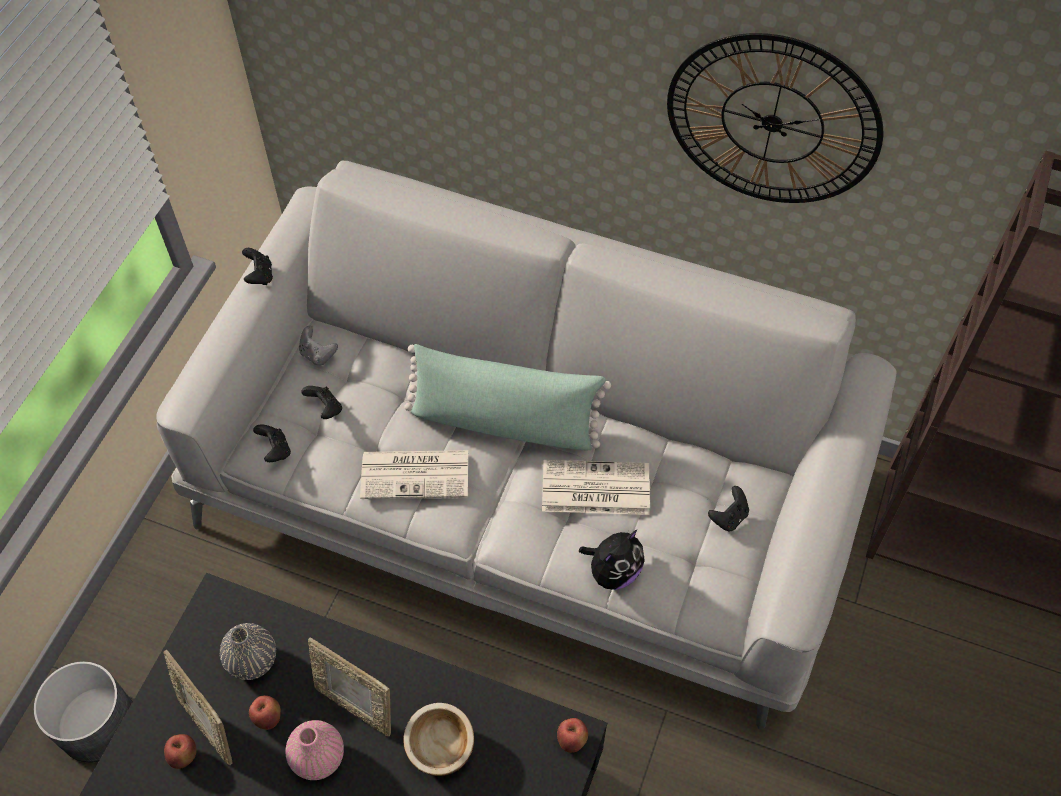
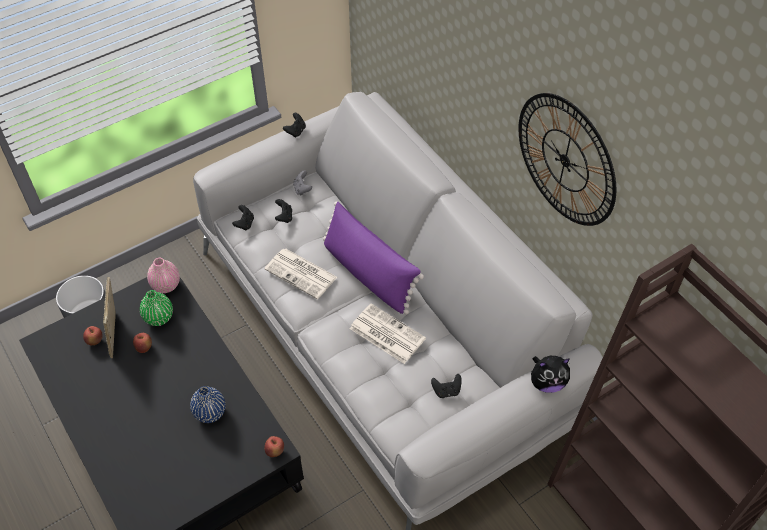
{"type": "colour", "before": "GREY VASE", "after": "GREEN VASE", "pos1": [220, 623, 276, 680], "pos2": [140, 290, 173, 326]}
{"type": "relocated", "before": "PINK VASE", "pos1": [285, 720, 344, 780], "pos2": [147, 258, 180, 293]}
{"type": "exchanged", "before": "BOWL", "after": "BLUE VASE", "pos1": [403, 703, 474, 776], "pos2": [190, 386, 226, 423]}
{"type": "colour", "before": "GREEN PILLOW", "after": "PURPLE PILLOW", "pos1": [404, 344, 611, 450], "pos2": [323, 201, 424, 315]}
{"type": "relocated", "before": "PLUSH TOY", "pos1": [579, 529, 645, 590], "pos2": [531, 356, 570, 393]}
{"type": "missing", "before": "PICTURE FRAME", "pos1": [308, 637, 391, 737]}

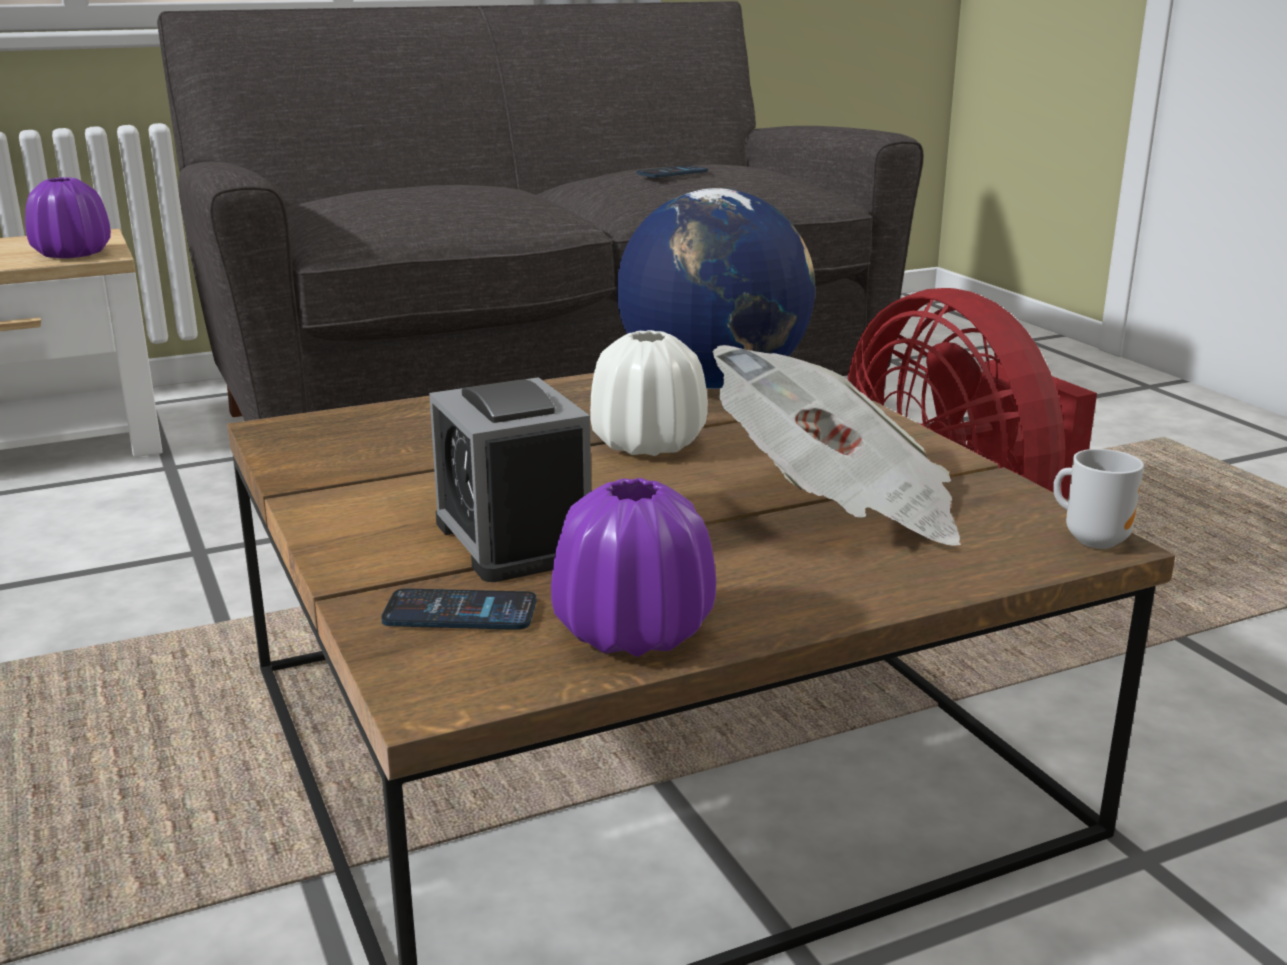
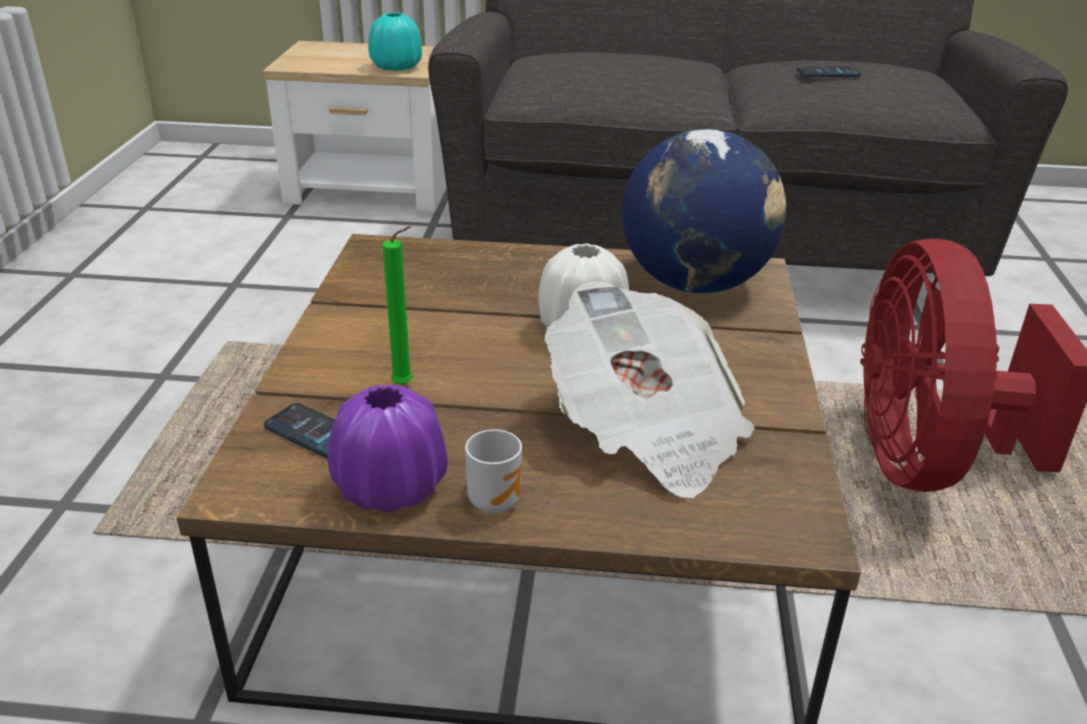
{"type": "colour", "before": "PURPLE VASE", "after": "TURQUOISE VASE", "pos1": [25, 177, 111, 258], "pos2": [368, 12, 422, 71]}
{"type": "exchanged", "before": "ALARM CLOCK", "after": "GREEN CANDLE", "pos1": [429, 377, 591, 582], "pos2": [383, 226, 413, 385]}
{"type": "relocated", "before": "MUG", "pos1": [1053, 449, 1144, 549], "pos2": [465, 429, 522, 514]}

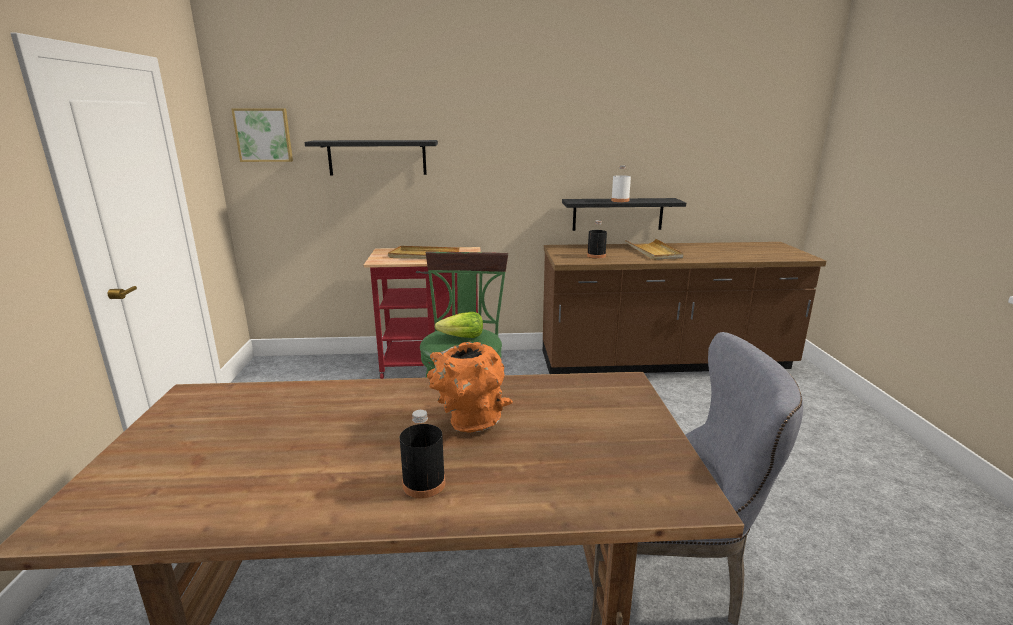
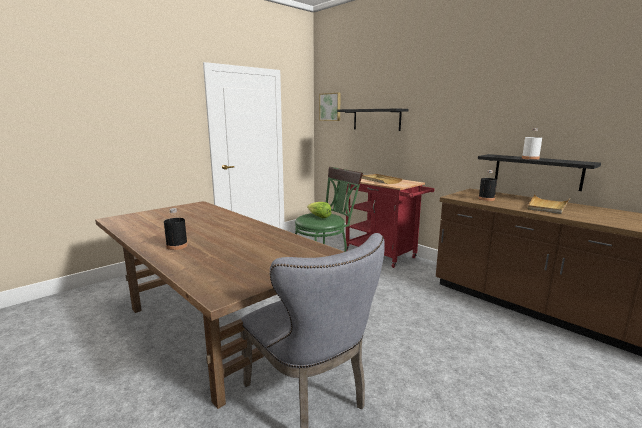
{"type": "missing", "before": "ORANGE VASE", "pos1": [427, 342, 513, 433]}

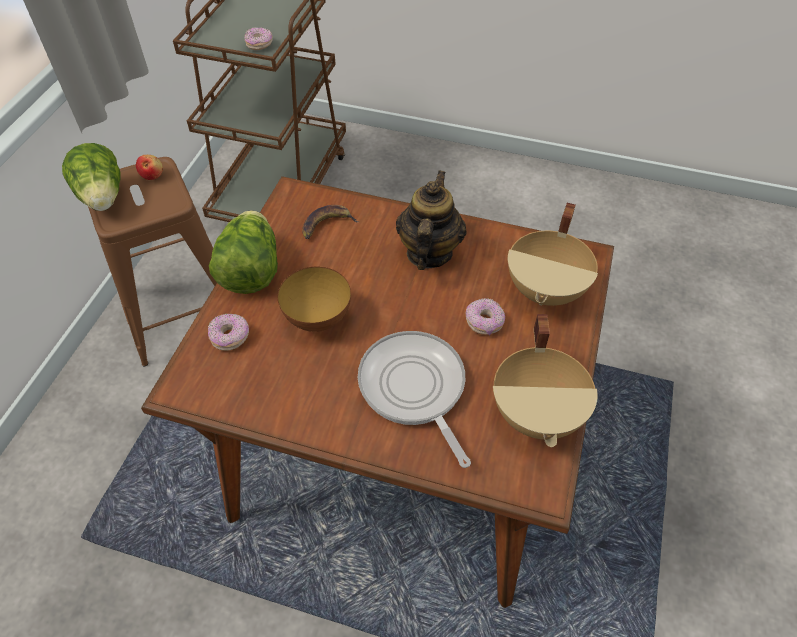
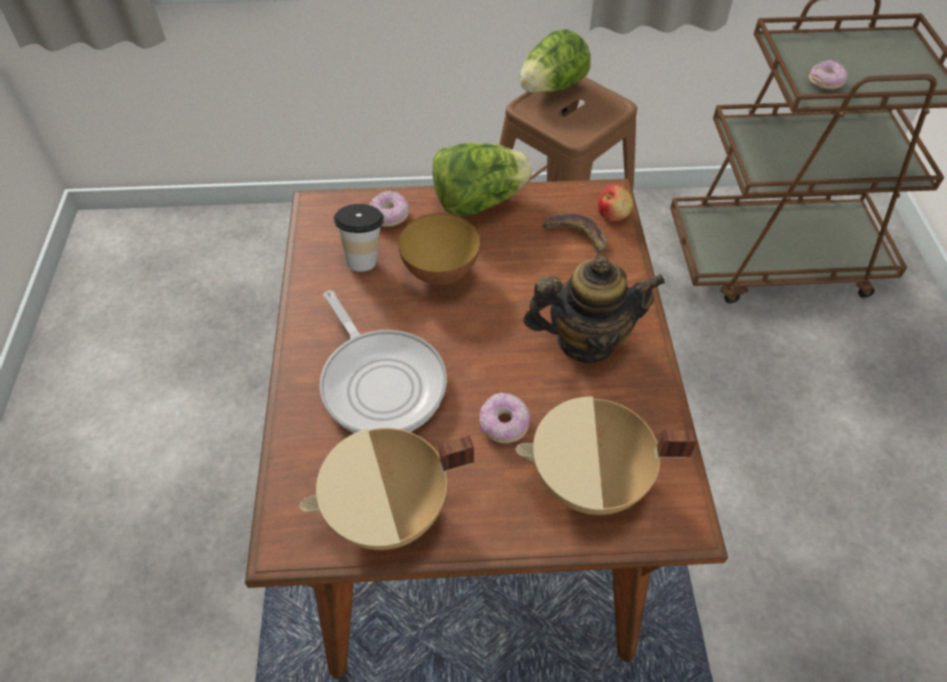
{"type": "spun", "before": "FRYING PAN", "pos1": [358, 331, 471, 468], "pos2": [319, 290, 447, 433], "turn": 105}
{"type": "appeared", "after": "CUP", "pos2": [334, 204, 384, 272]}
{"type": "relocated", "before": "APPLE", "pos1": [136, 155, 163, 180], "pos2": [598, 184, 633, 221]}

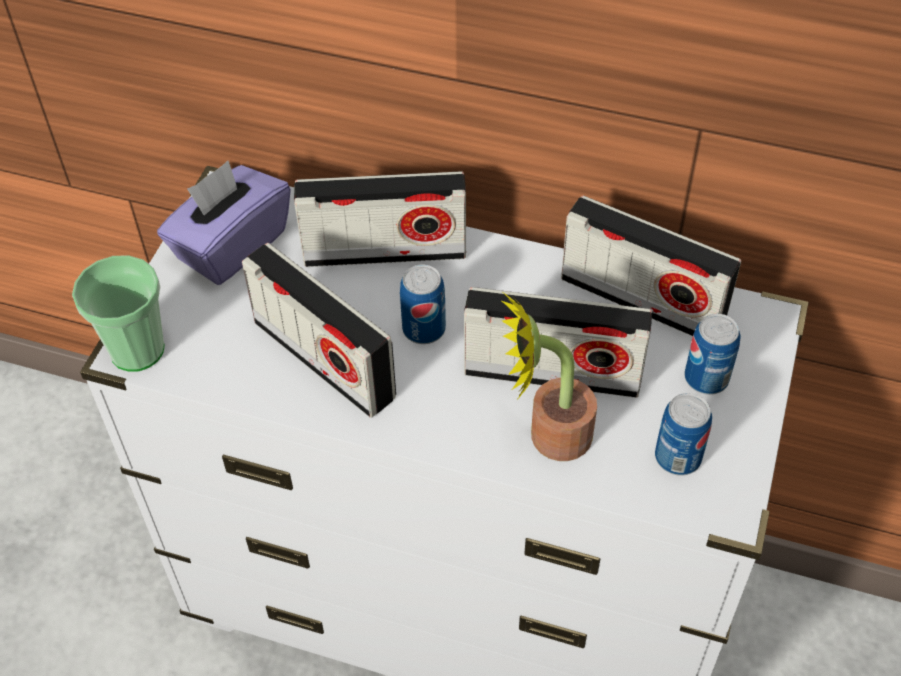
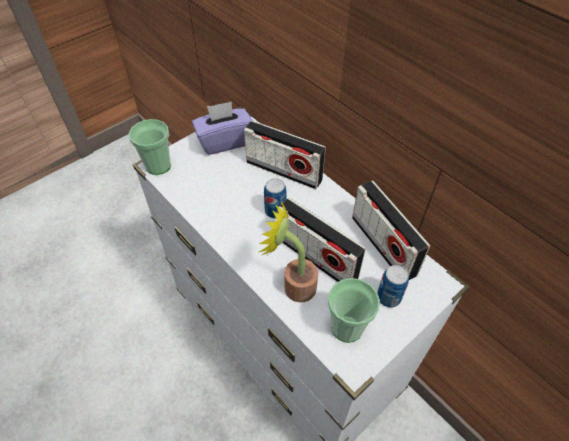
{"type": "exchanged", "before": "CAN", "after": "CUP", "pos1": [655, 393, 712, 476], "pos2": [328, 278, 380, 343]}
{"type": "missing", "before": "RADIO", "pos1": [242, 243, 396, 418]}

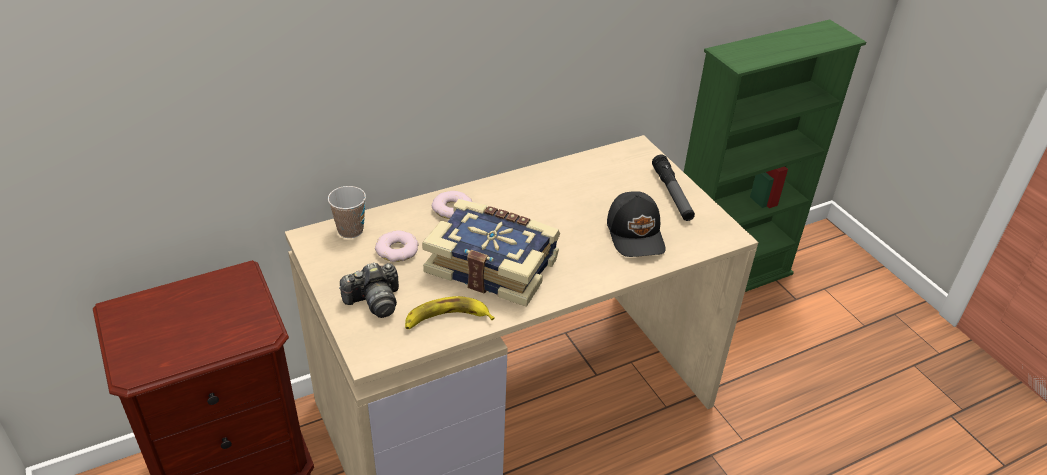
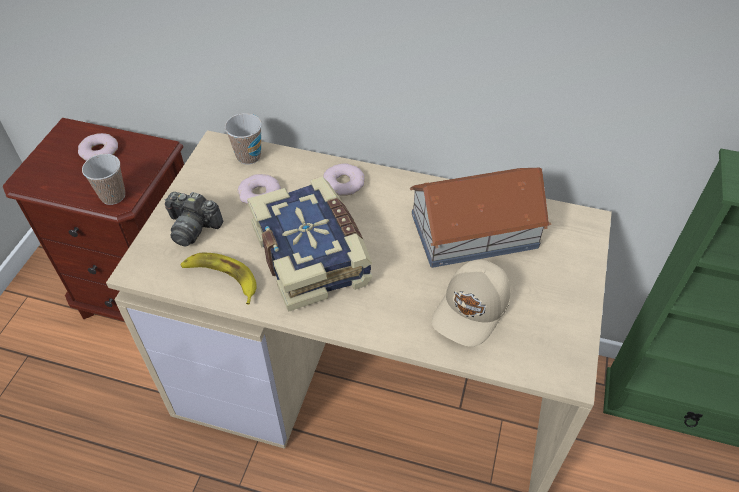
{"type": "appeared", "after": "DONUT", "pos2": [78, 133, 118, 161]}
{"type": "appeared", "after": "CUP", "pos2": [82, 154, 125, 205]}
{"type": "appeared", "after": "TOY HOUSE", "pos2": [410, 168, 551, 268]}
{"type": "colour", "before": "BLACK CAP", "after": "BEIGE CAP", "pos1": [607, 191, 666, 257], "pos2": [432, 259, 510, 347]}
{"type": "missing", "before": "FLASHLIGHT", "pos1": [652, 154, 695, 221]}

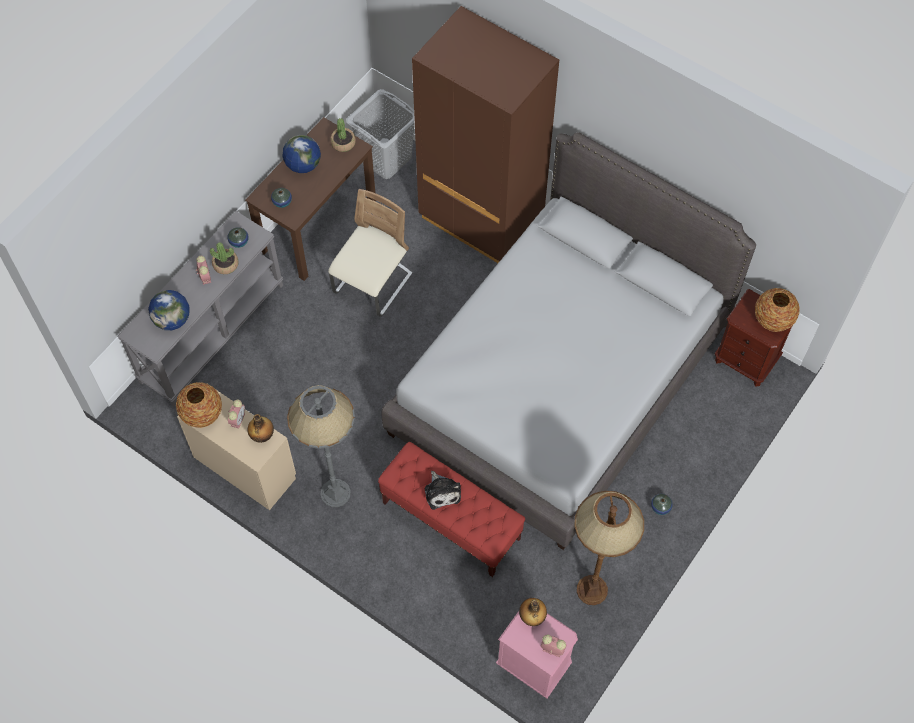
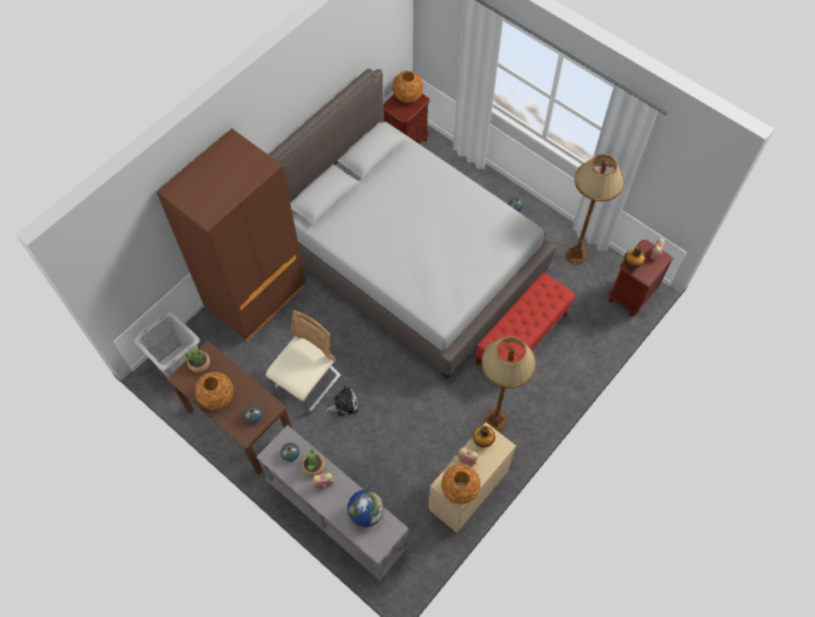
{"type": "exchanged", "before": "GLOBE", "after": "VASE", "pos1": [283, 135, 321, 173], "pos2": [195, 372, 233, 409]}
{"type": "spun", "before": "BEIGE CHAIR", "pos1": [328, 189, 413, 317], "pos2": [266, 310, 341, 413], "turn": 90}
{"type": "relocated", "before": "PLUSH TOY", "pos1": [424, 471, 461, 510], "pos2": [326, 386, 358, 416]}
{"type": "colour", "before": "GREY FLOOR LAMP", "after": "BROWN FLOOR LAMP", "pos1": [287, 385, 355, 507], "pos2": [481, 337, 536, 432]}
{"type": "colour", "before": "PINK NIGHTSTAND", "after": "BROWN NIGHTSTAND", "pos1": [496, 611, 578, 699], "pos2": [609, 240, 673, 316]}

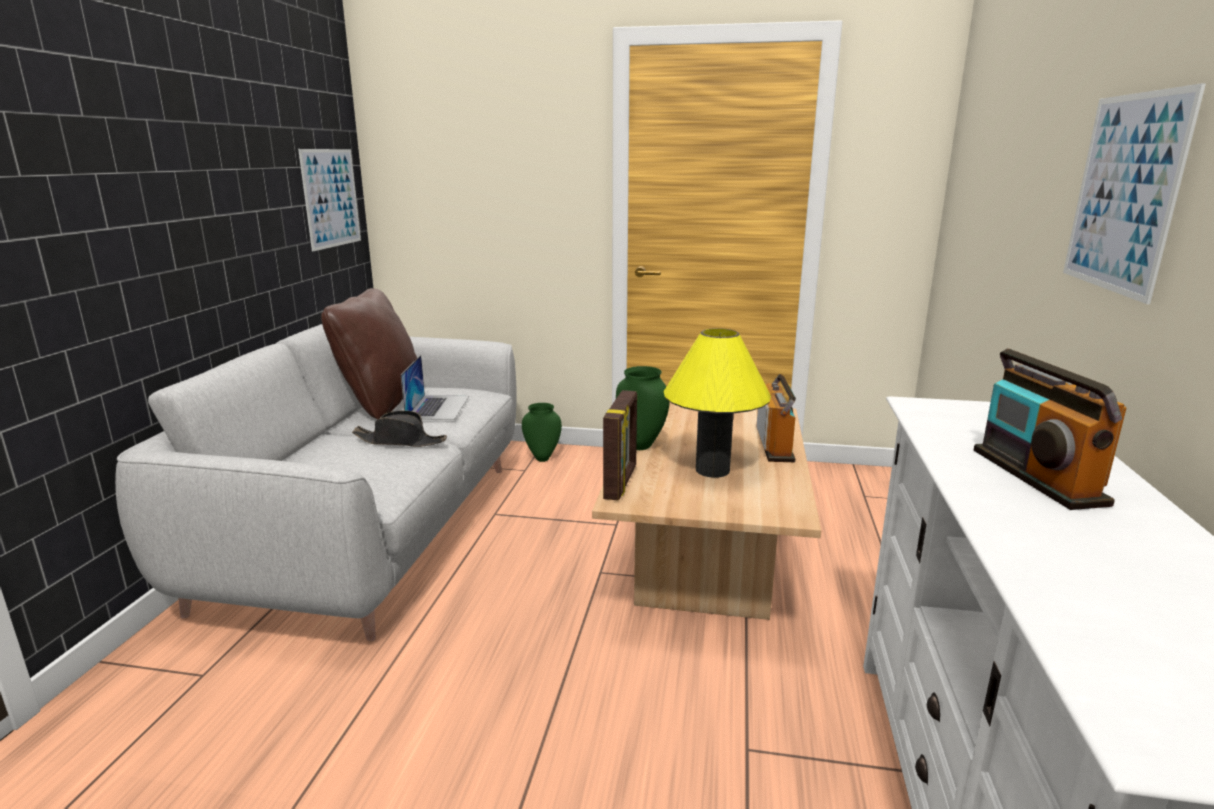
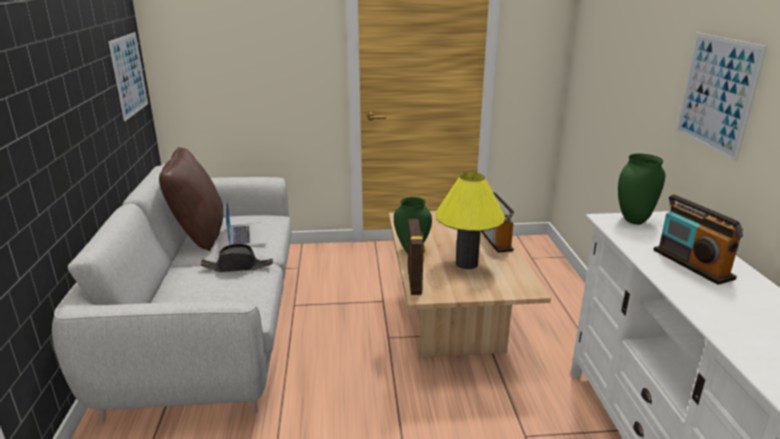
{"type": "relocated", "before": "GREEN VASE", "pos1": [522, 403, 562, 462], "pos2": [618, 154, 665, 225]}

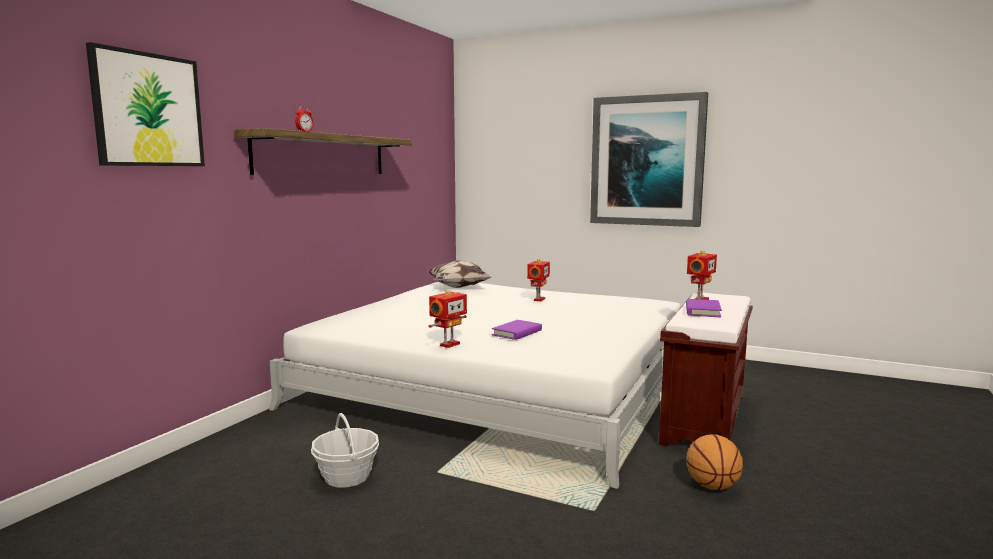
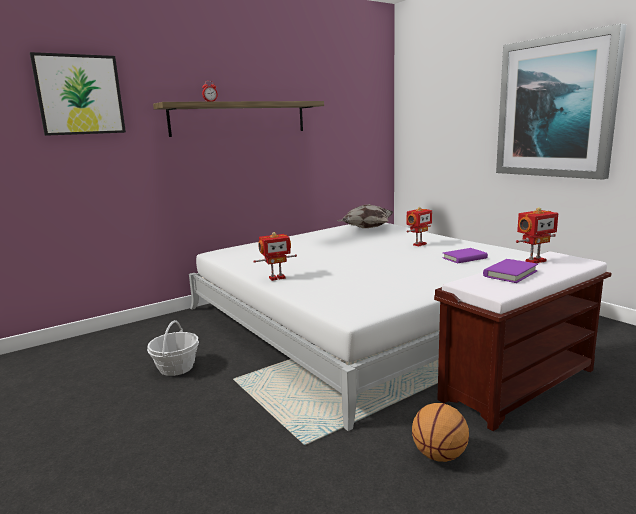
{"type": "relocated", "before": "PURPLE BOOK", "pos1": [492, 320, 542, 340], "pos2": [442, 248, 488, 263]}

